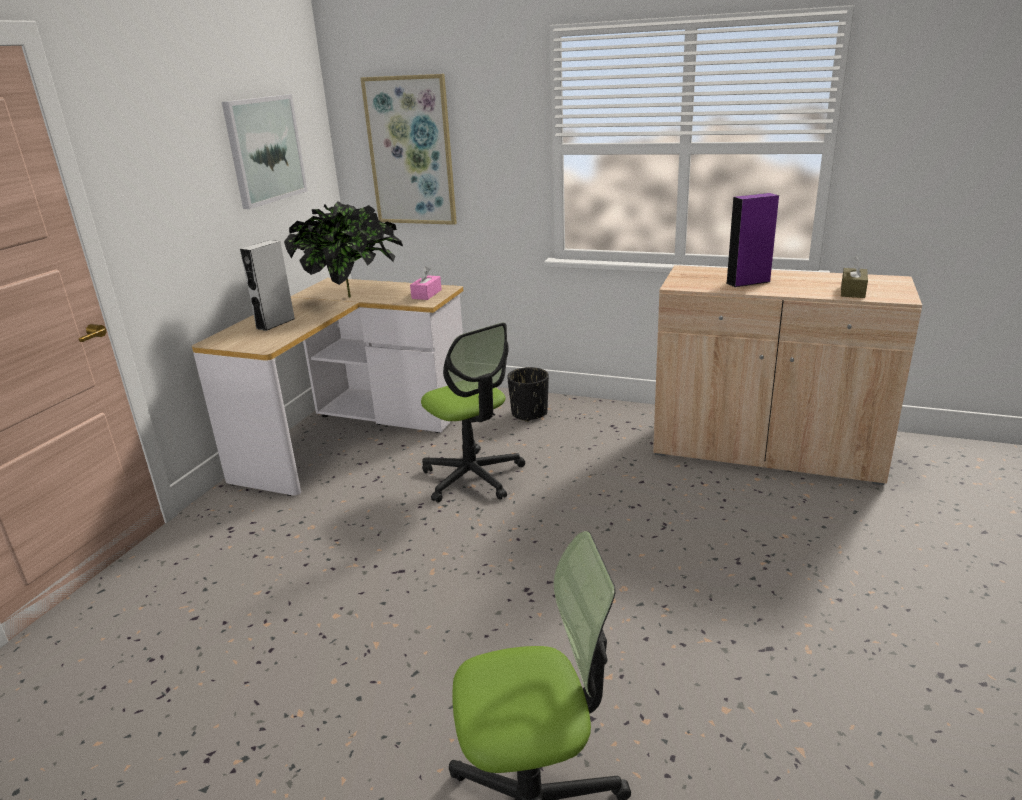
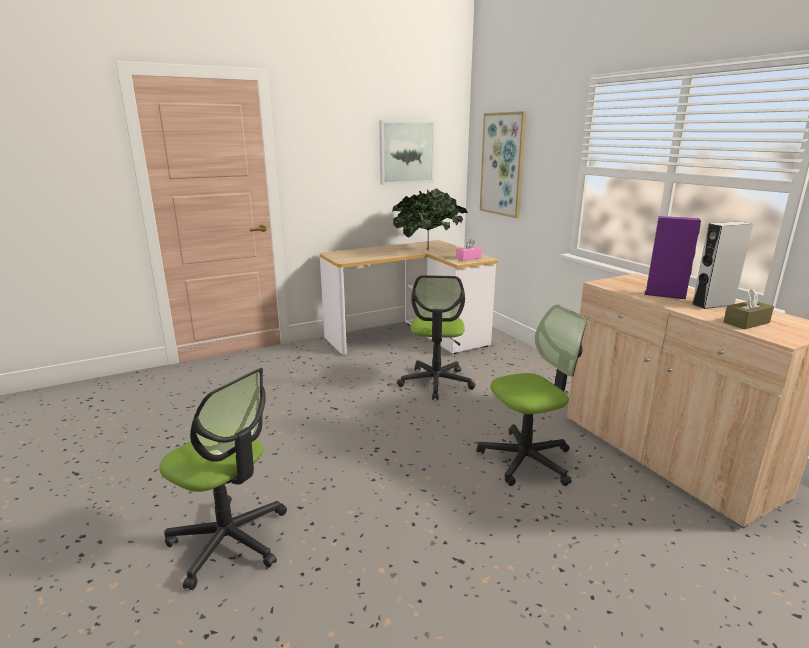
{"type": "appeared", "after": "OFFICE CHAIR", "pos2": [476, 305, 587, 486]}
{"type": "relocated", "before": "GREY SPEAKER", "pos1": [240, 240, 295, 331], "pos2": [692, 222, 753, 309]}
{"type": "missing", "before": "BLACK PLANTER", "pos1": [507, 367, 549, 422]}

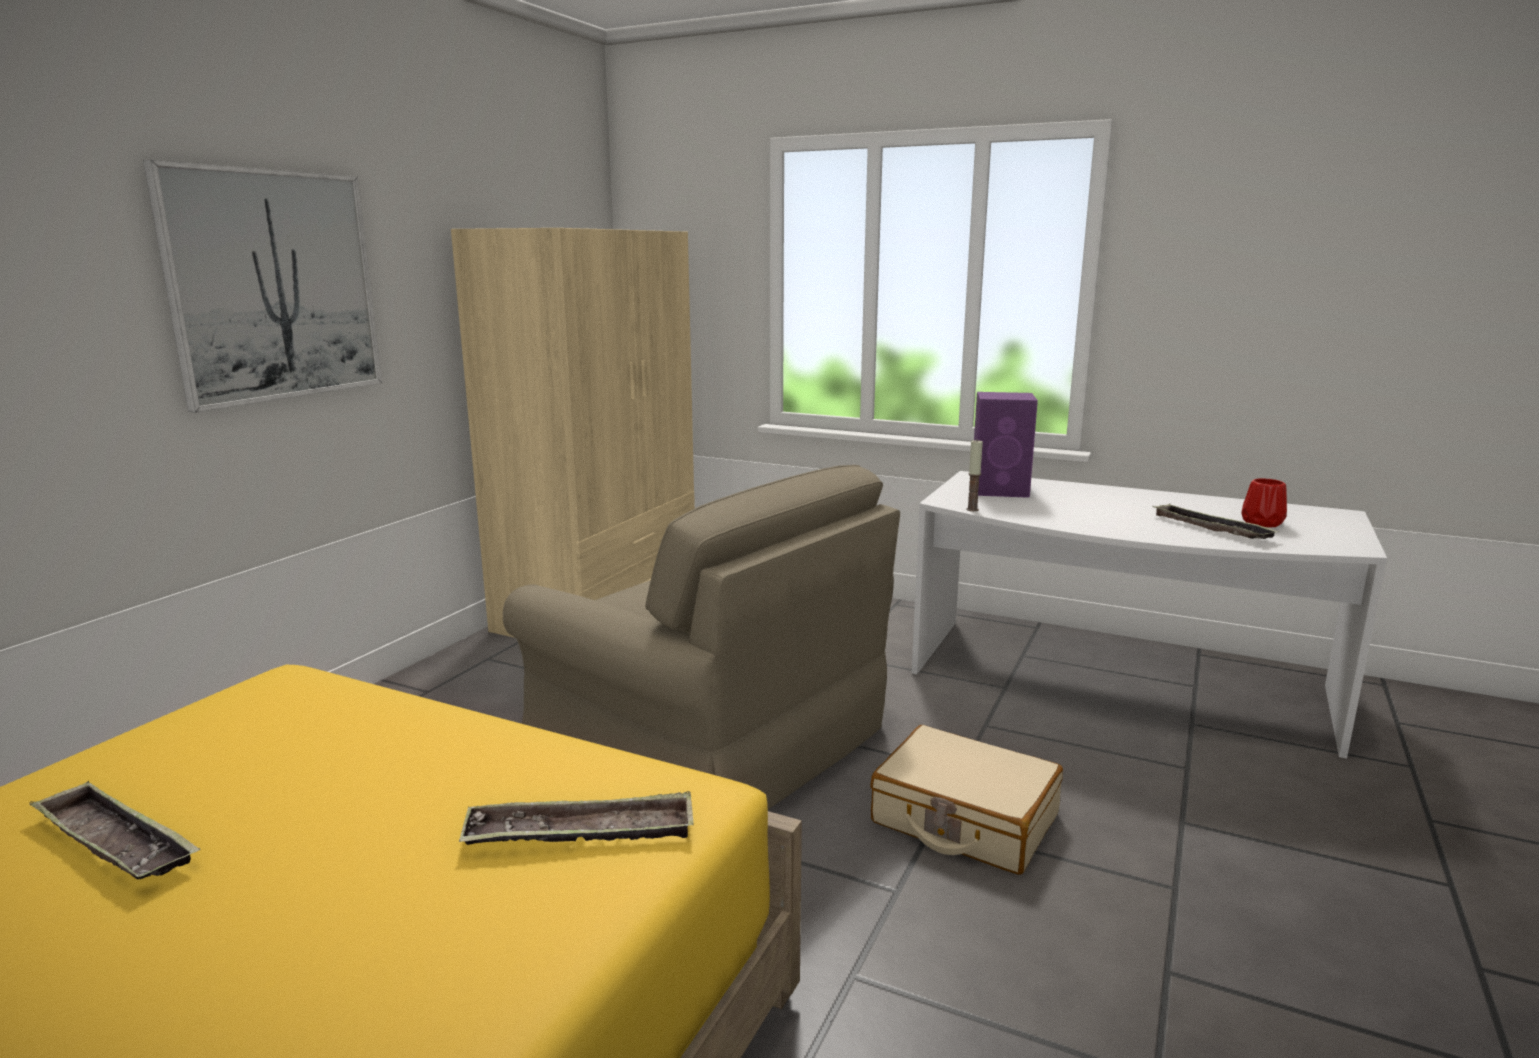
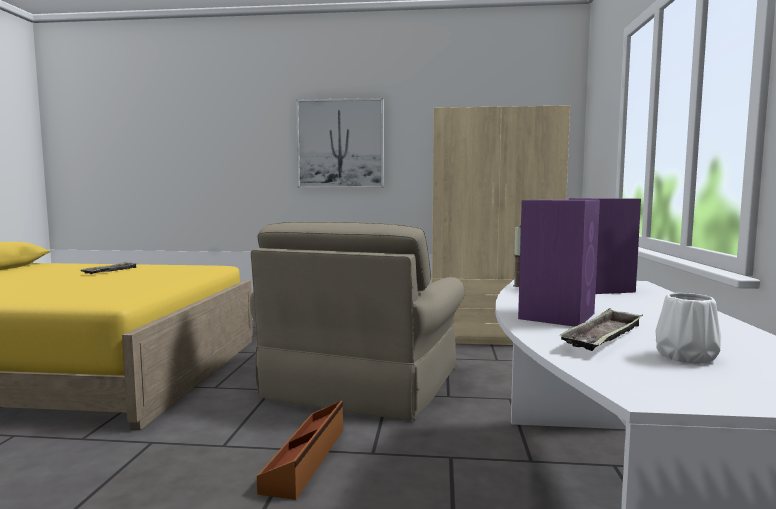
{"type": "exchanged", "before": "BEIGE SUITCASE", "after": "BROWN STORAGE BOX", "pos1": [870, 725, 1063, 875], "pos2": [257, 401, 343, 500]}
{"type": "appeared", "after": "PURPLE SPEAKER", "pos2": [518, 199, 600, 327]}
{"type": "colour", "before": "RED VASE", "after": "WHITE VASE", "pos1": [1242, 478, 1287, 527], "pos2": [655, 293, 721, 364]}
{"type": "missing", "before": "TRAY", "pos1": [459, 791, 694, 845]}

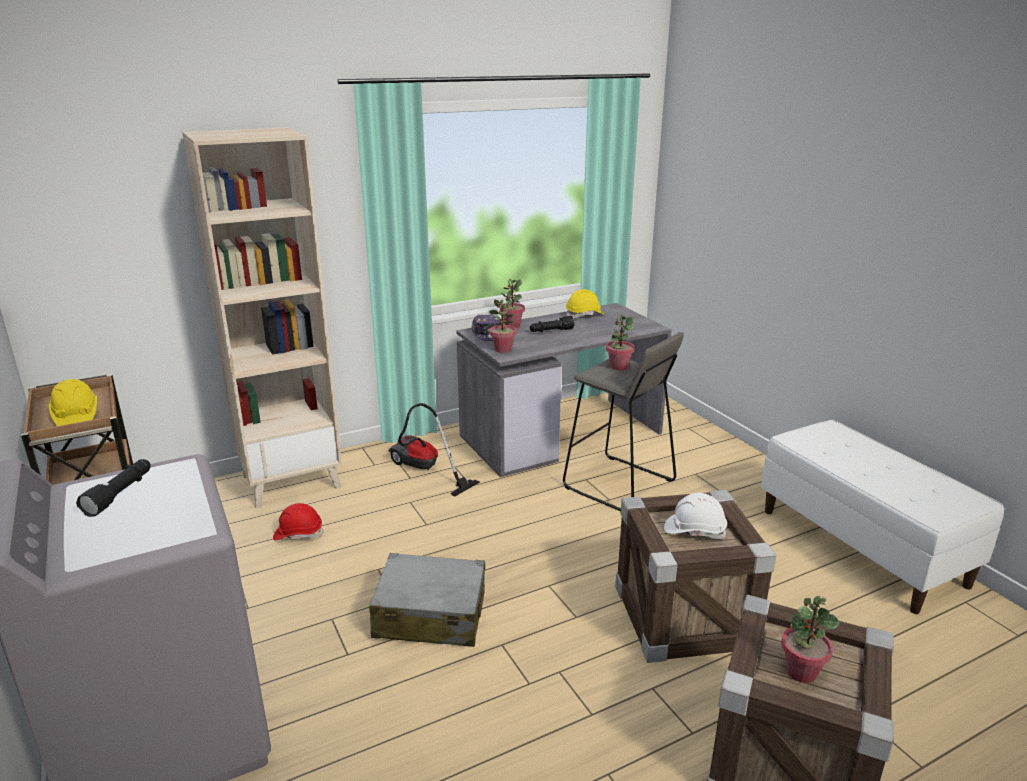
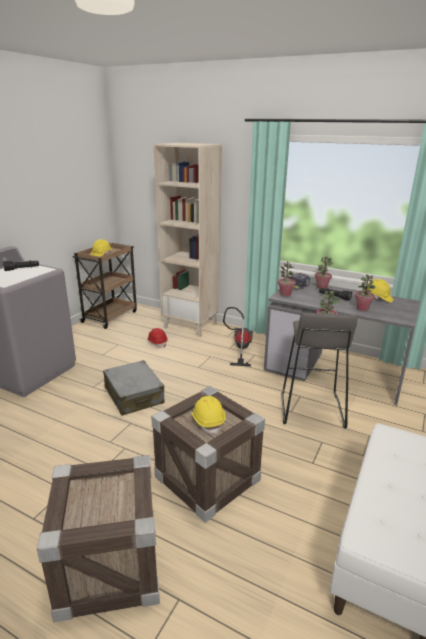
{"type": "colour", "before": "WHITE HARD HAT", "after": "YELLOW HARD HAT", "pos1": [664, 493, 727, 539], "pos2": [191, 396, 226, 434]}
{"type": "relocated", "before": "POTTED PLANT", "pos1": [781, 596, 840, 683], "pos2": [355, 274, 376, 311]}

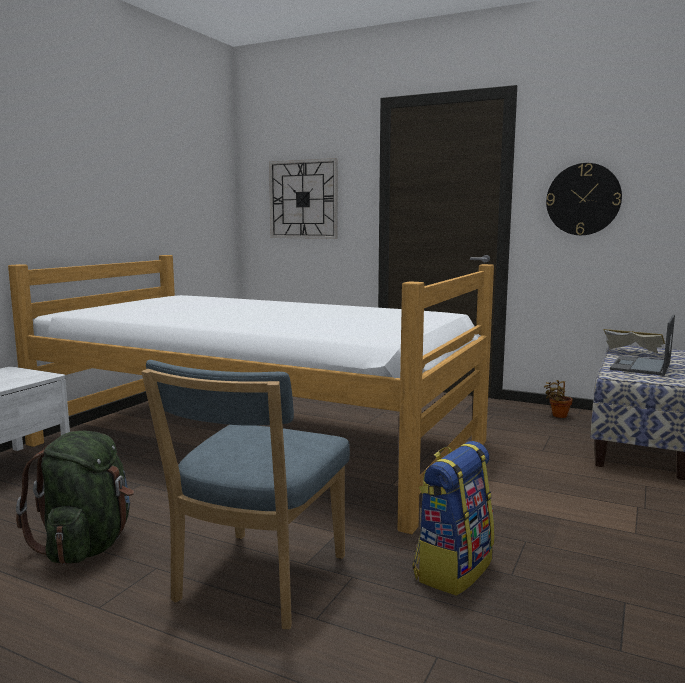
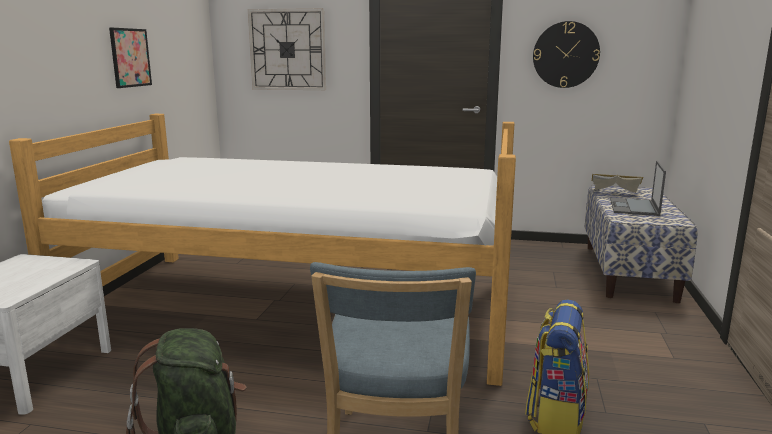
{"type": "appeared", "after": "PICTURE", "pos2": [109, 28, 152, 88]}
{"type": "missing", "before": "POTTED PLANT", "pos1": [544, 380, 573, 418]}

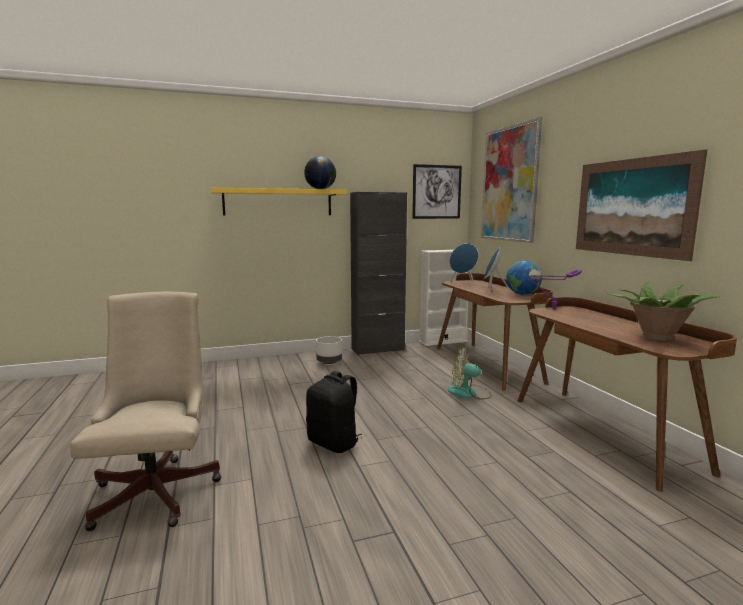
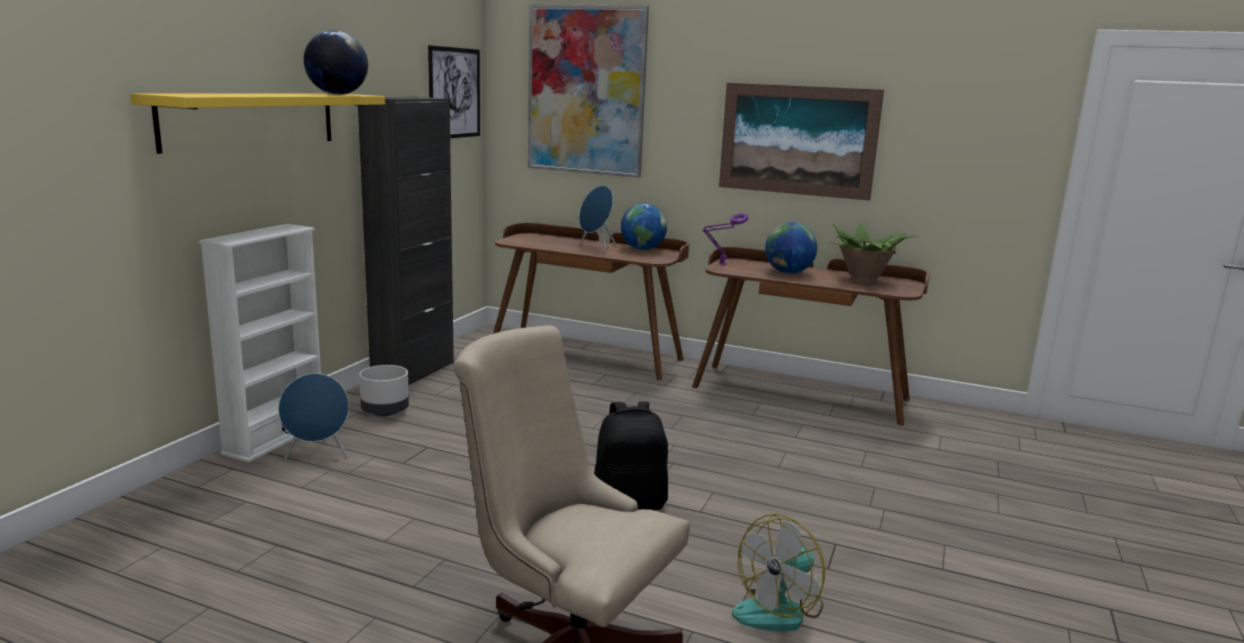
{"type": "relocated", "before": "WHITE BOOKCASE", "pos1": [419, 250, 468, 346], "pos2": [199, 224, 321, 462]}
{"type": "relocated", "before": "BLUE SPEAKER", "pos1": [450, 243, 478, 285], "pos2": [278, 373, 349, 459]}
{"type": "relocated", "before": "FAN", "pos1": [448, 346, 492, 400], "pos2": [732, 514, 825, 631]}
{"type": "appeared", "after": "GLOBE", "pos2": [765, 222, 817, 274]}

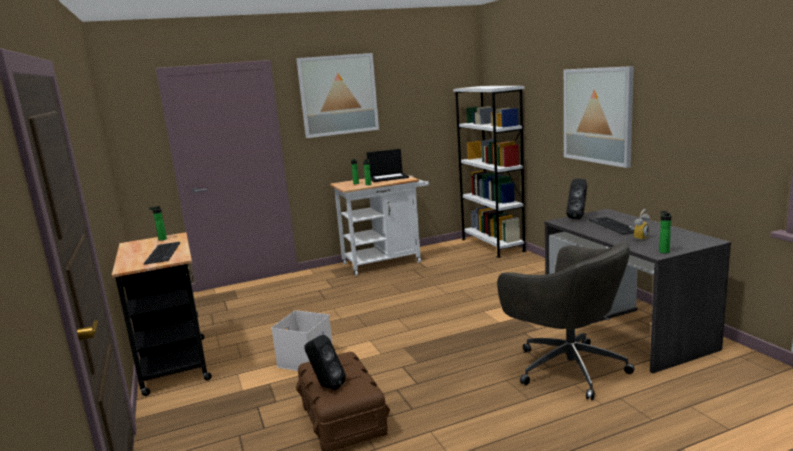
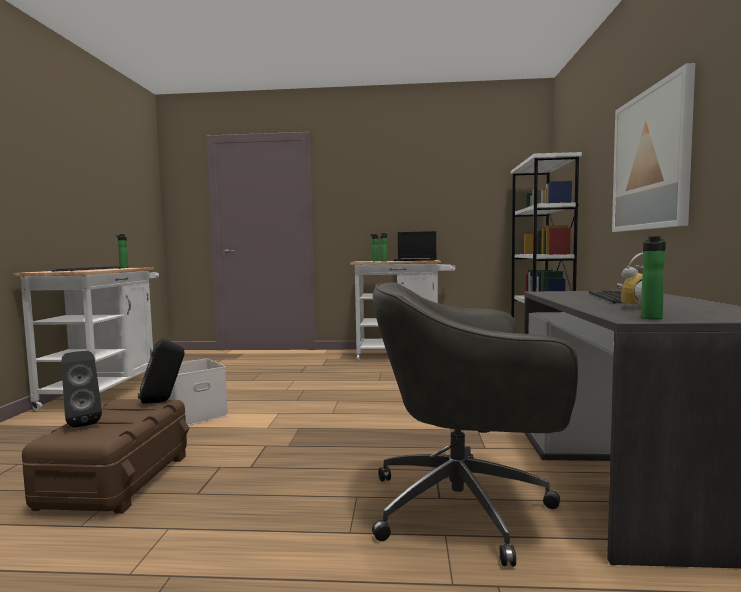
{"type": "colour", "before": "BLACK CART", "after": "WHITE CART", "pos1": [112, 232, 212, 396], "pos2": [14, 267, 159, 411]}
{"type": "relocated", "before": "BLACK SPEAKER", "pos1": [566, 179, 587, 219], "pos2": [138, 338, 184, 404]}
{"type": "spun", "before": "GREY OFFICE CHAIR", "pos1": [497, 242, 635, 400], "pos2": [372, 282, 578, 567], "turn": 105}
{"type": "missing", "before": "PICTURE", "pos1": [296, 53, 379, 138]}

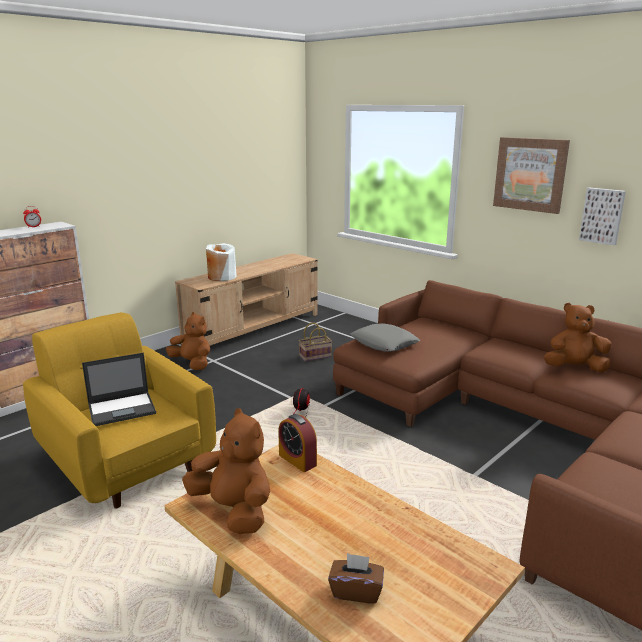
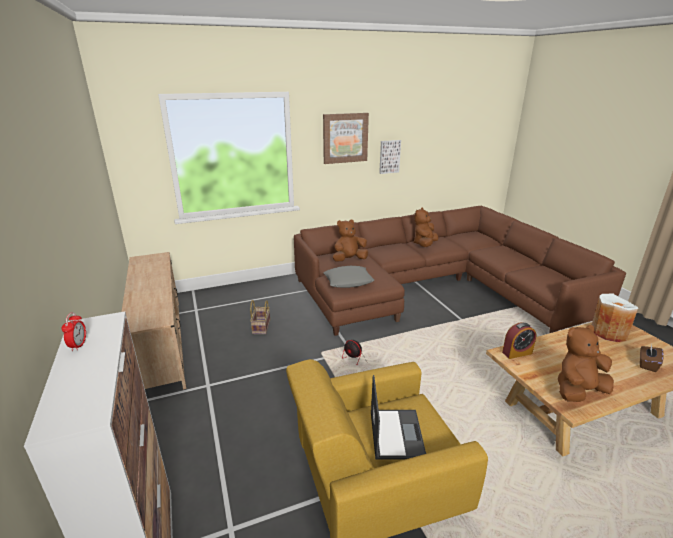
{"type": "relocated", "before": "BROWN PLUSH TOY", "pos1": [166, 312, 210, 370], "pos2": [333, 219, 368, 261]}
{"type": "relocated", "before": "WHITE VASE", "pos1": [206, 243, 237, 281], "pos2": [592, 294, 638, 342]}

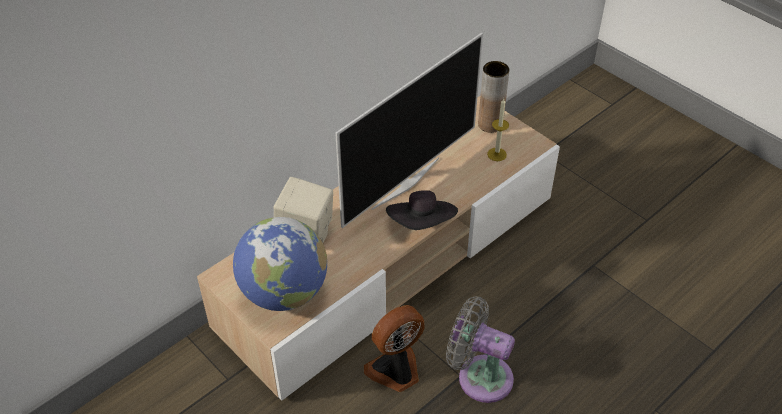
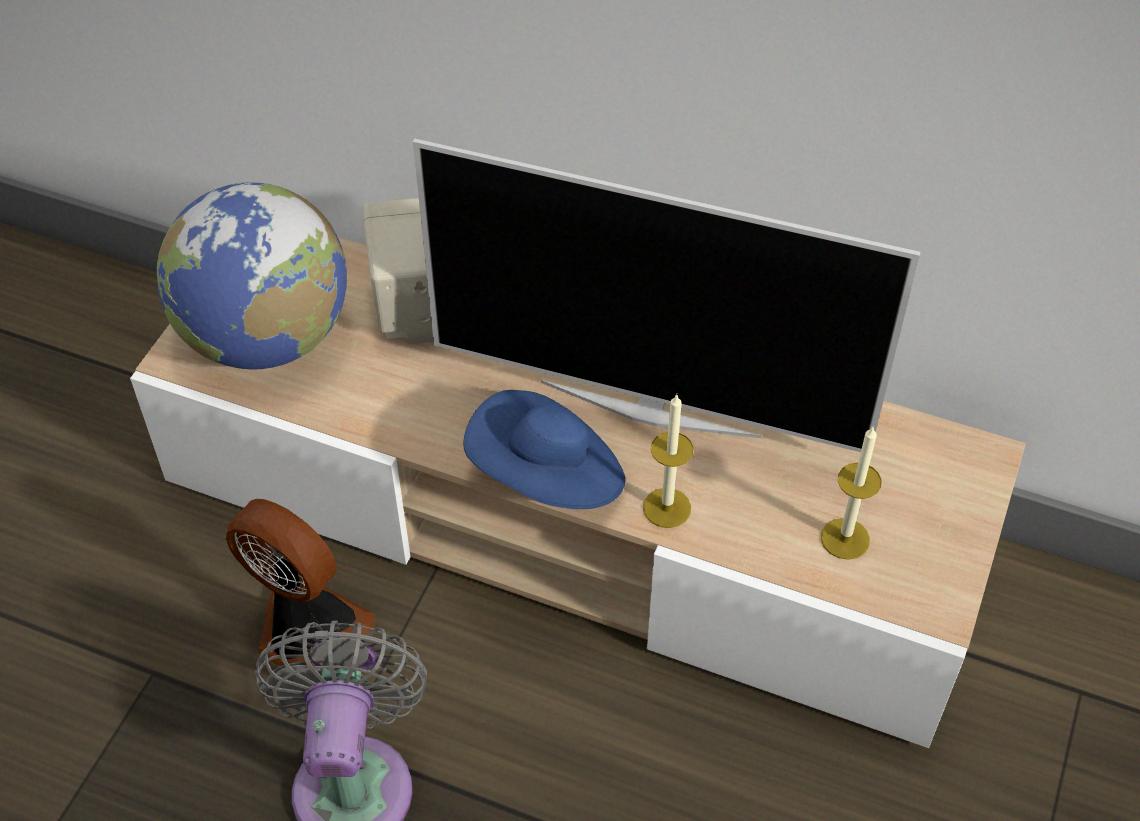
{"type": "colour", "before": "BLACK HAT", "after": "BLUE HAT", "pos1": [386, 190, 458, 230], "pos2": [463, 390, 625, 509]}
{"type": "appeared", "after": "CANDLE", "pos2": [643, 394, 694, 528]}
{"type": "missing", "before": "BROWN VASE", "pos1": [478, 61, 509, 133]}

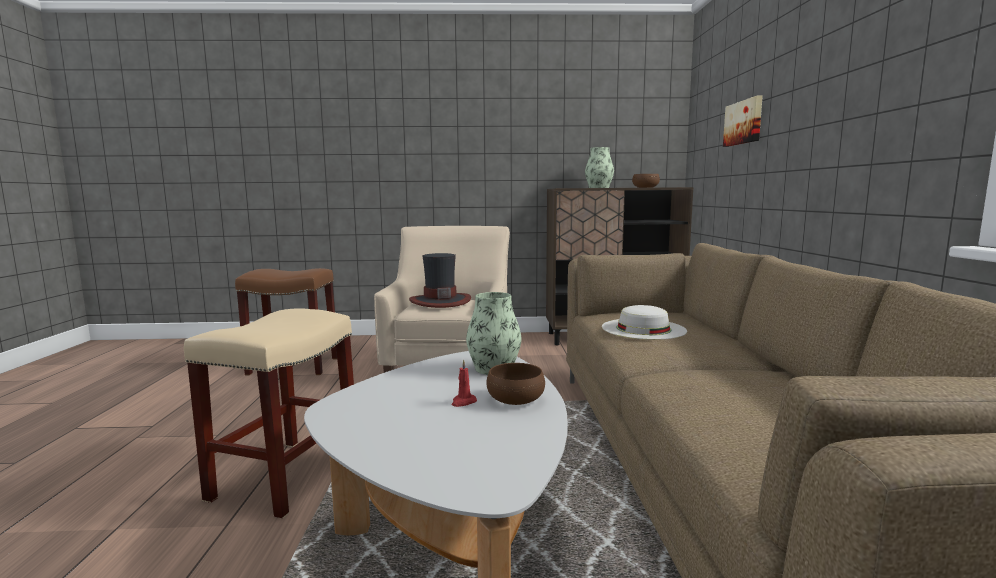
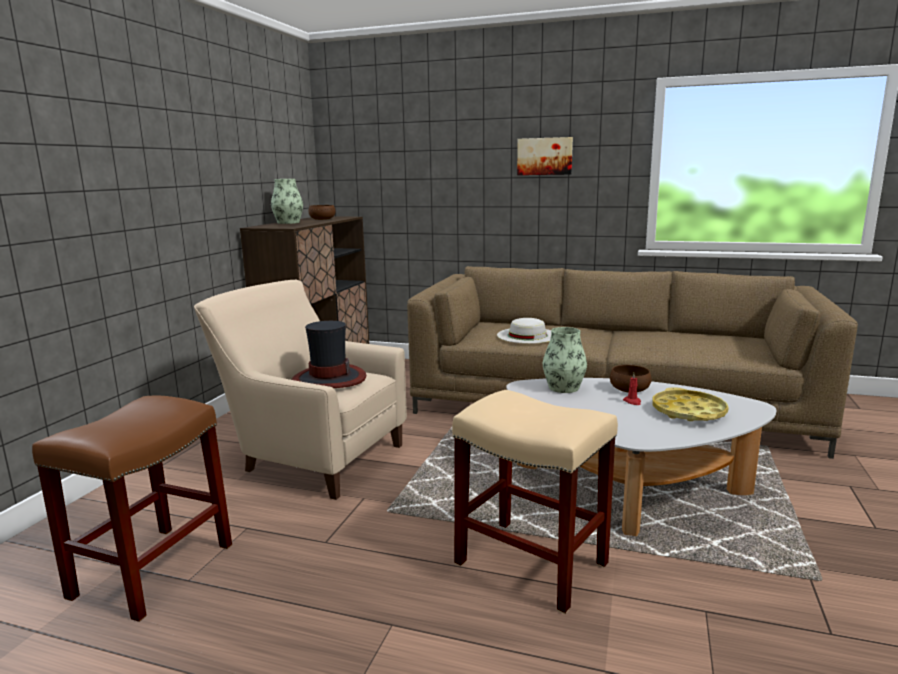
{"type": "relocated", "before": "PICTURE", "pos1": [723, 96, 763, 147], "pos2": [517, 137, 573, 175]}
{"type": "appeared", "after": "YELLOW TRAY", "pos2": [652, 387, 729, 421]}

